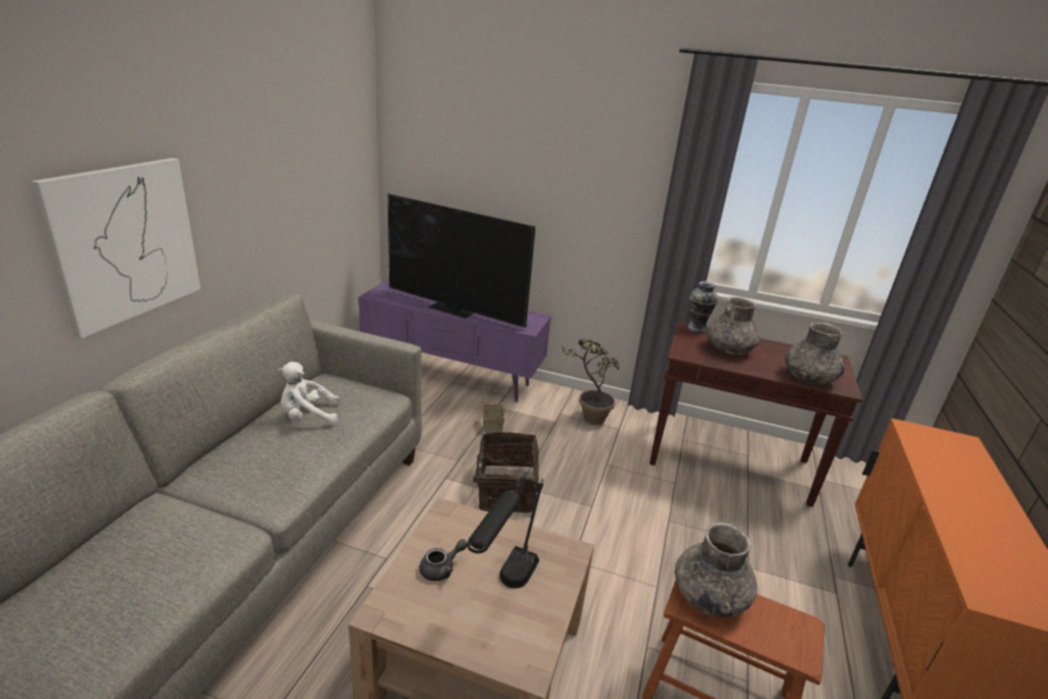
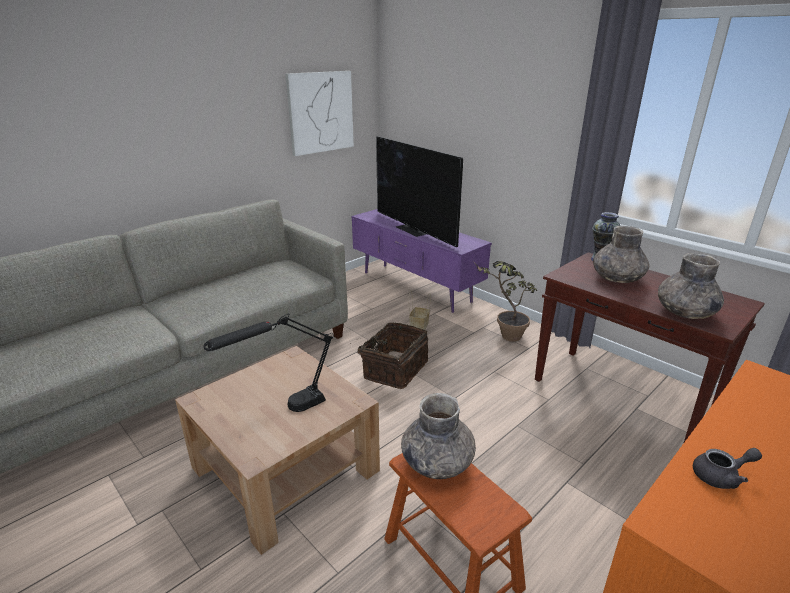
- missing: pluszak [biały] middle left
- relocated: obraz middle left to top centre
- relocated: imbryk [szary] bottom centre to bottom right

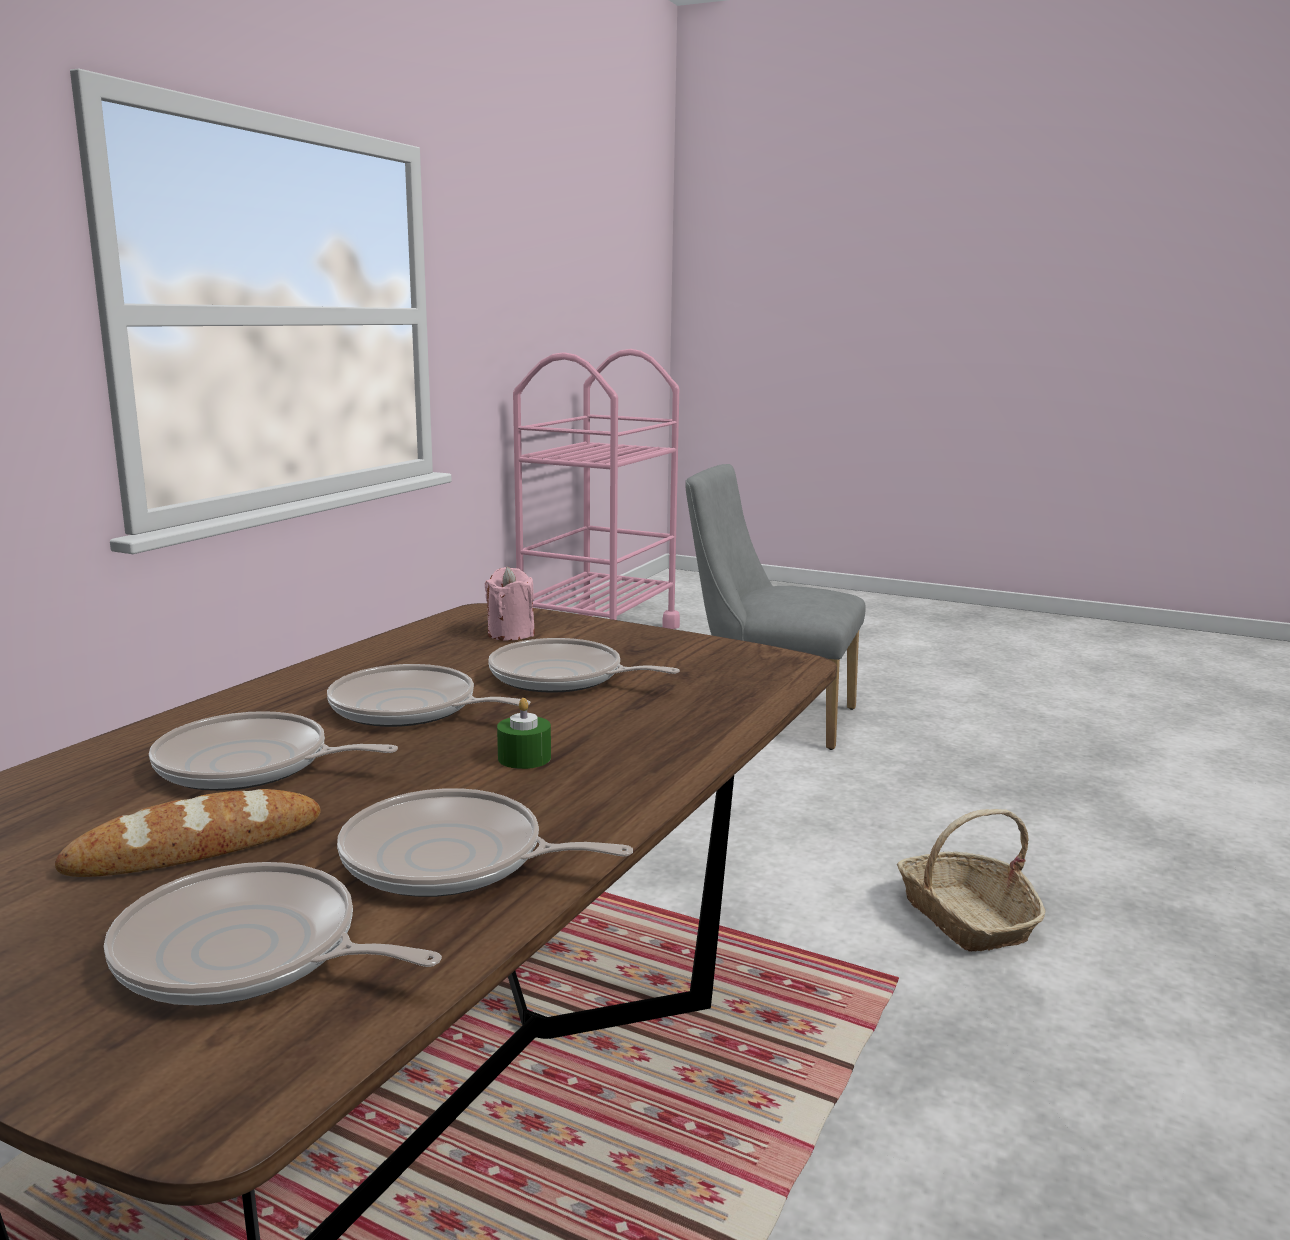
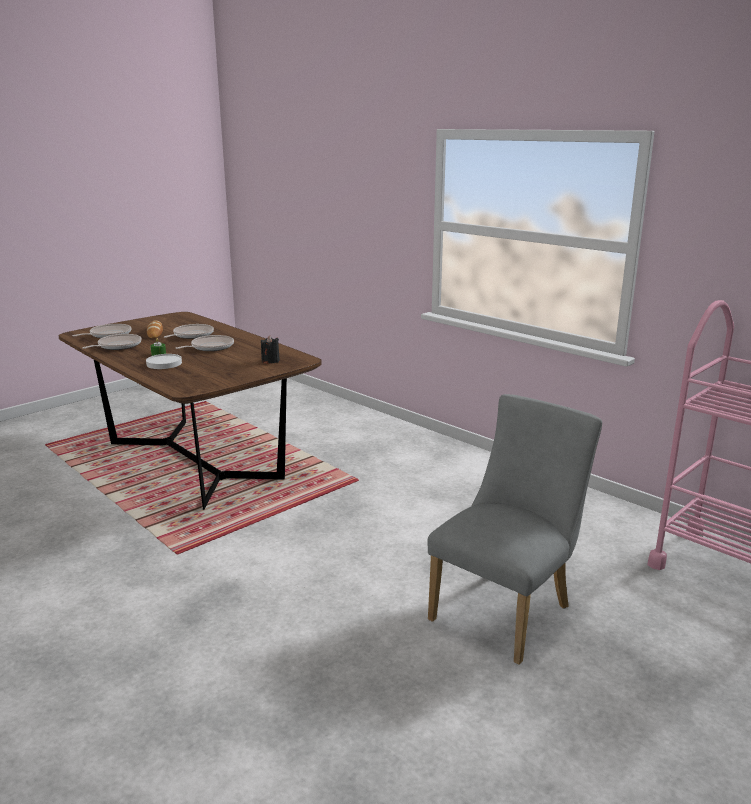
- missing: patelnia (no. 5 from left) centre
- missing: koszyk bottom right
- appeared: talerz [biały] middle left
- colour: świeca [różowy] centre to świeca [czarny] centre

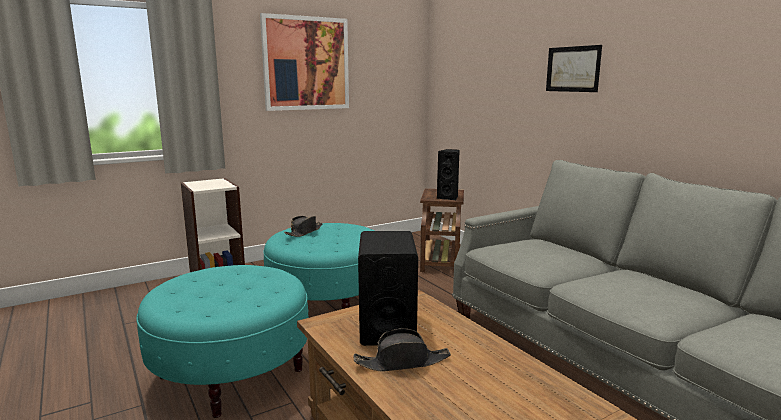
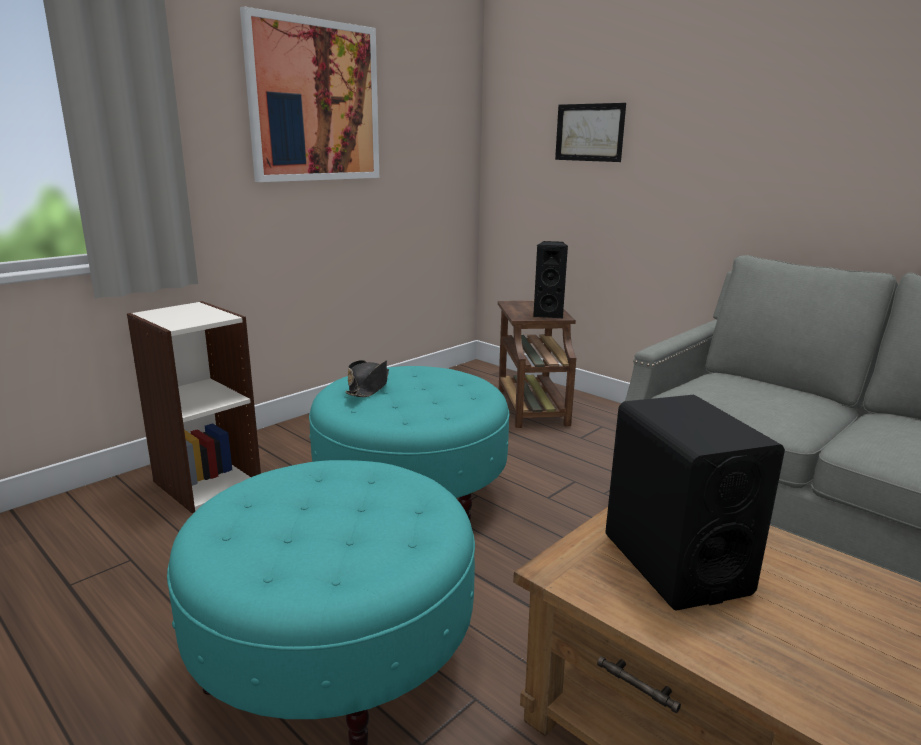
- missing: kapelusz [czarny] (no. 2 from left) bottom centre
- relocated: obraz (no. 2 from left) top right to top centre

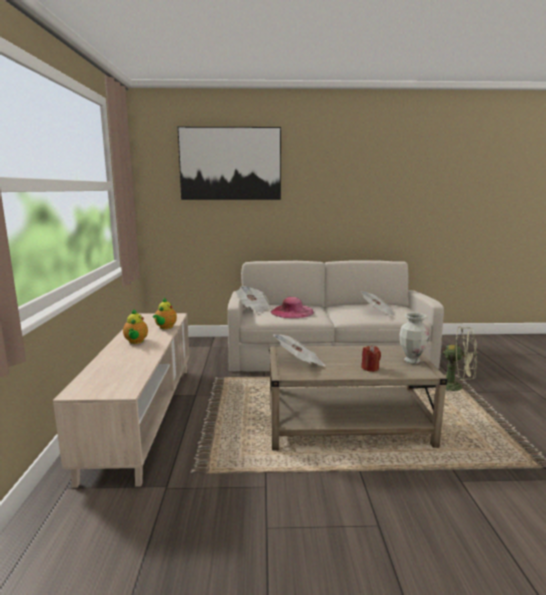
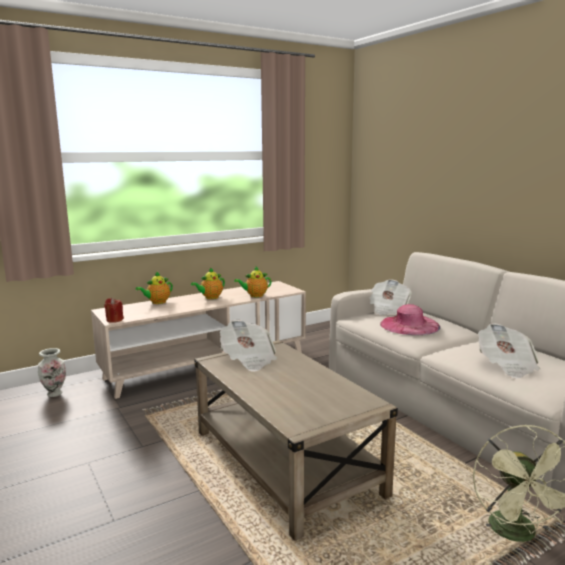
- missing: obraz top centre
- appeared: imbryk (no. 1 from left) middle left
- relocated: świeca [czerwony] middle right to middle left
- relocated: wazon middle right to middle left

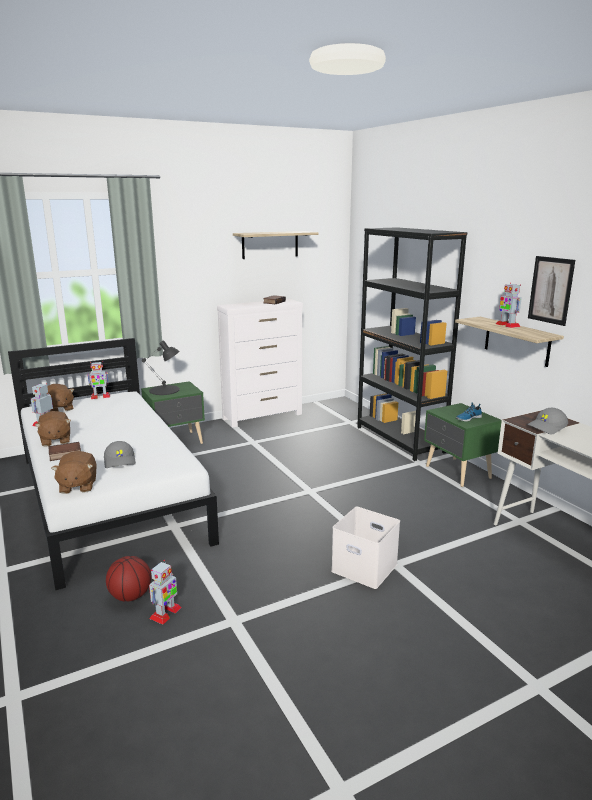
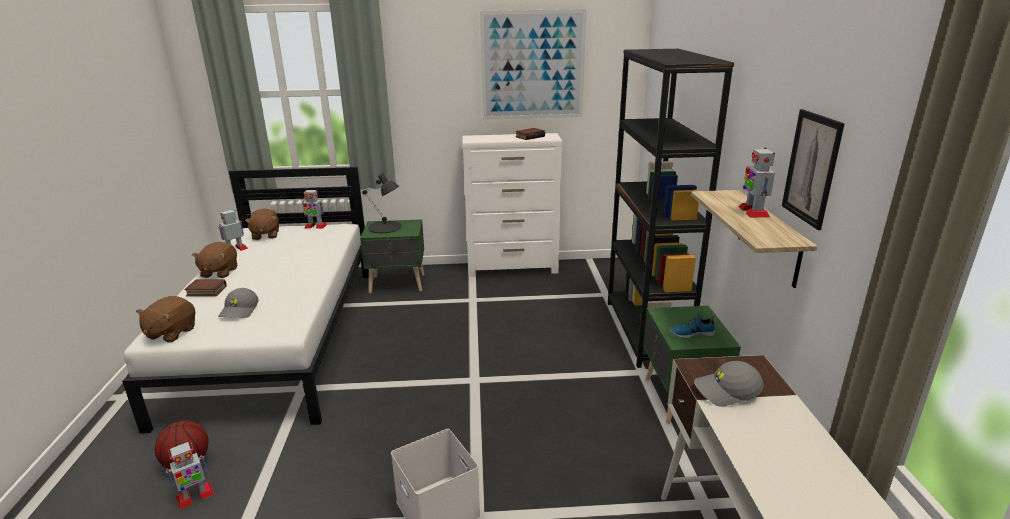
- exchanged: półka (no. 1 from left) top centre to obraz (no. 1 from left) top centre

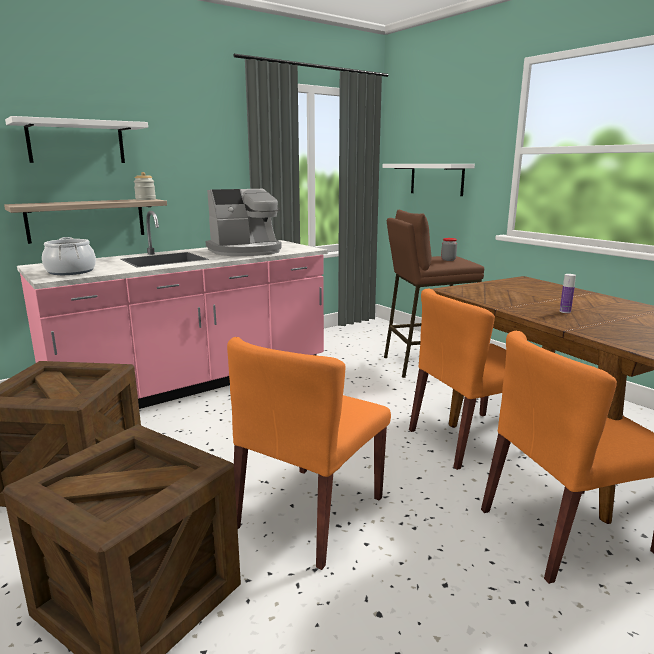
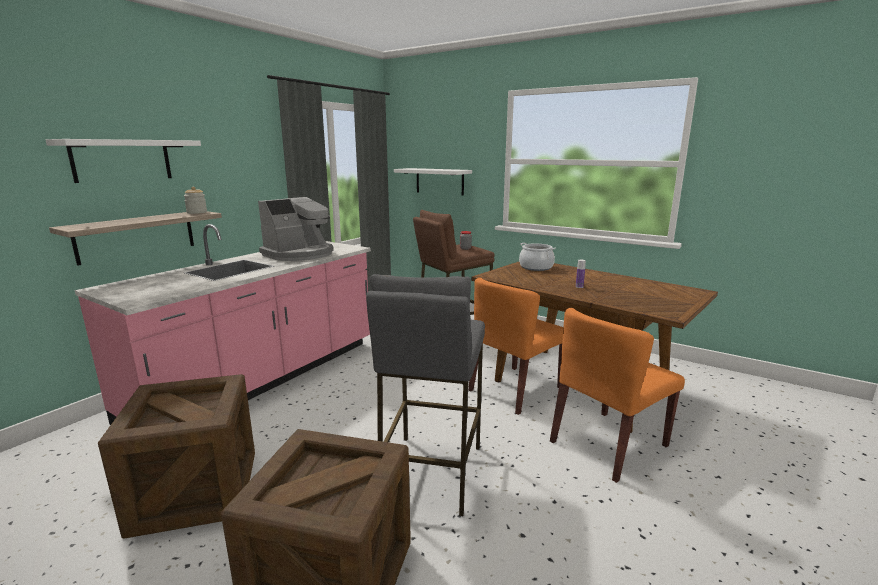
- relocated: garnek middle left to centre
- exchanged: krzesło [pomarańczowy] (no. 1 from left) bottom centre to stołek [szary] bottom centre

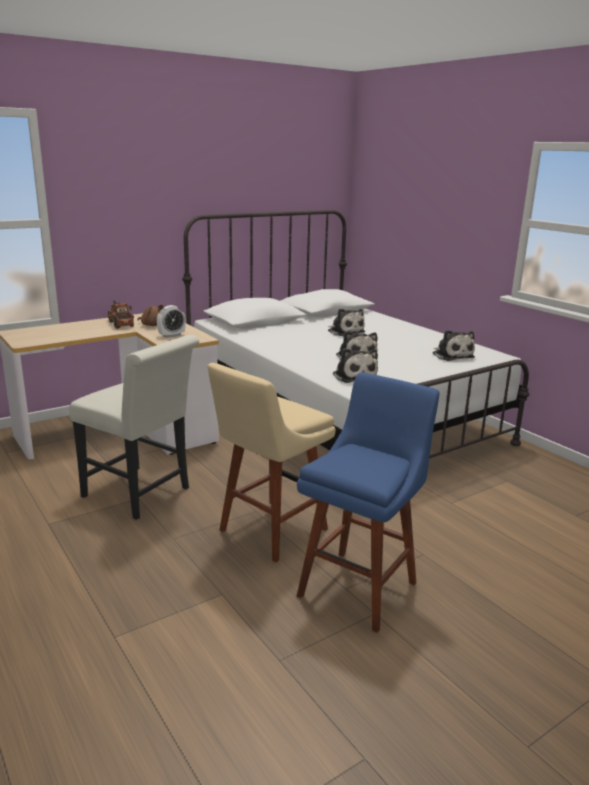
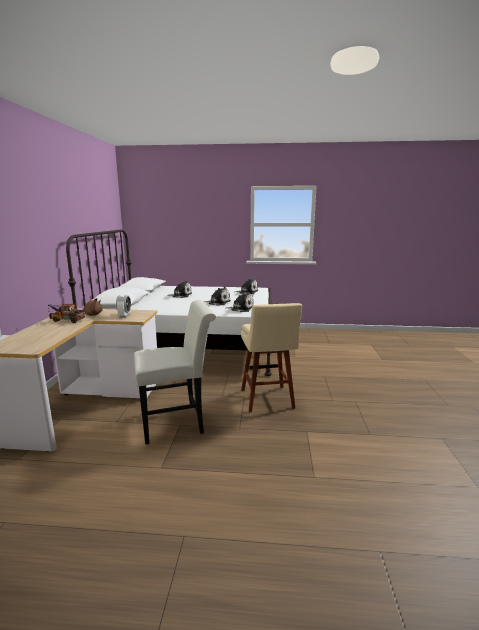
- missing: stołek [niebieski] centre

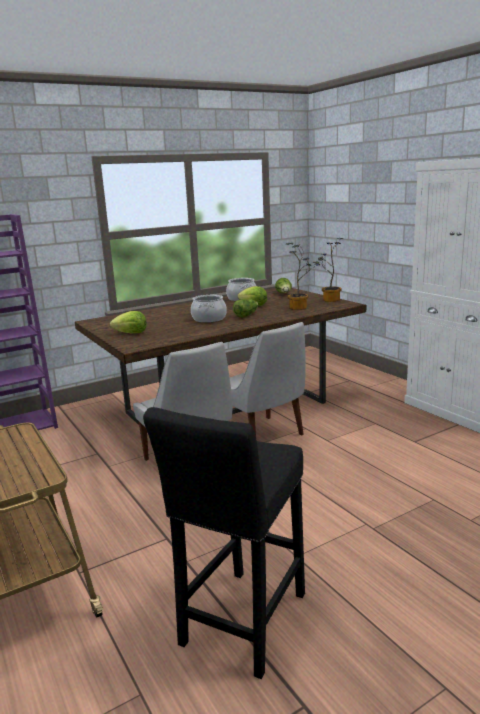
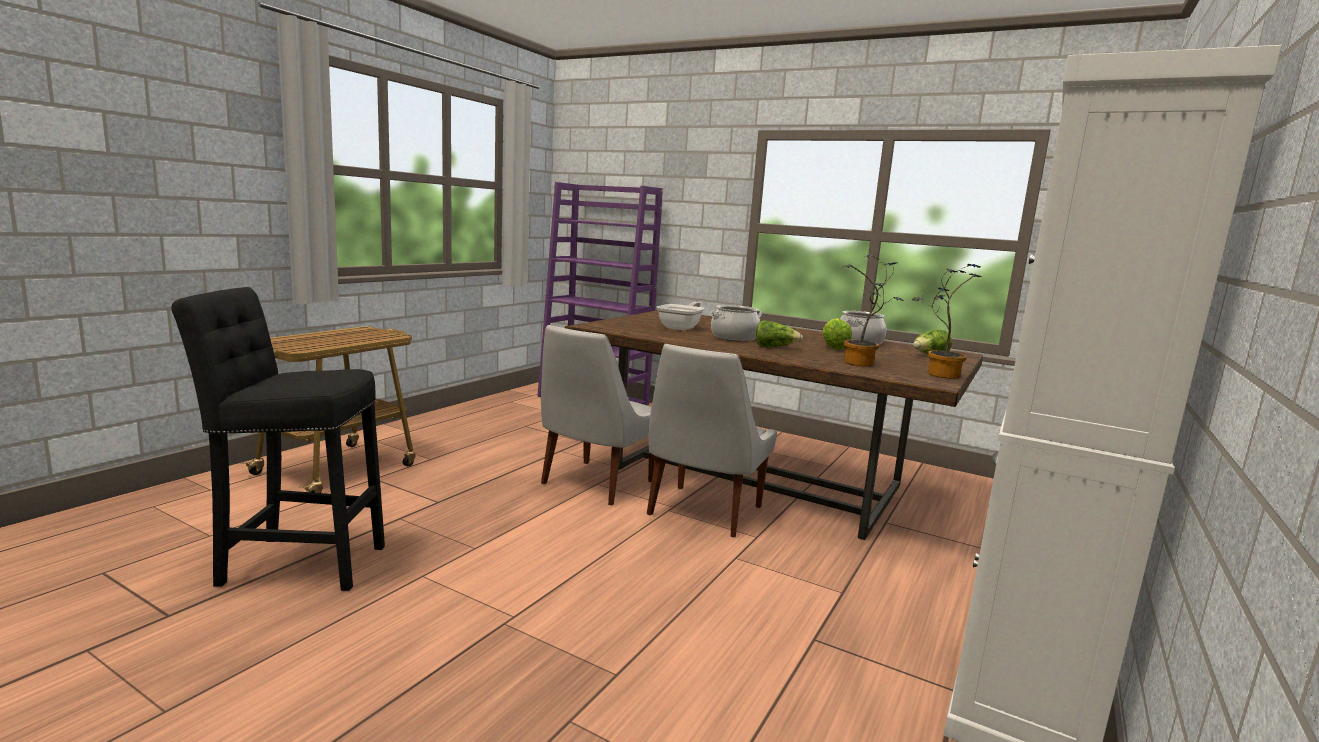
- missing: sałata (no. 1 from left) middle left
- appeared: patelnia centre

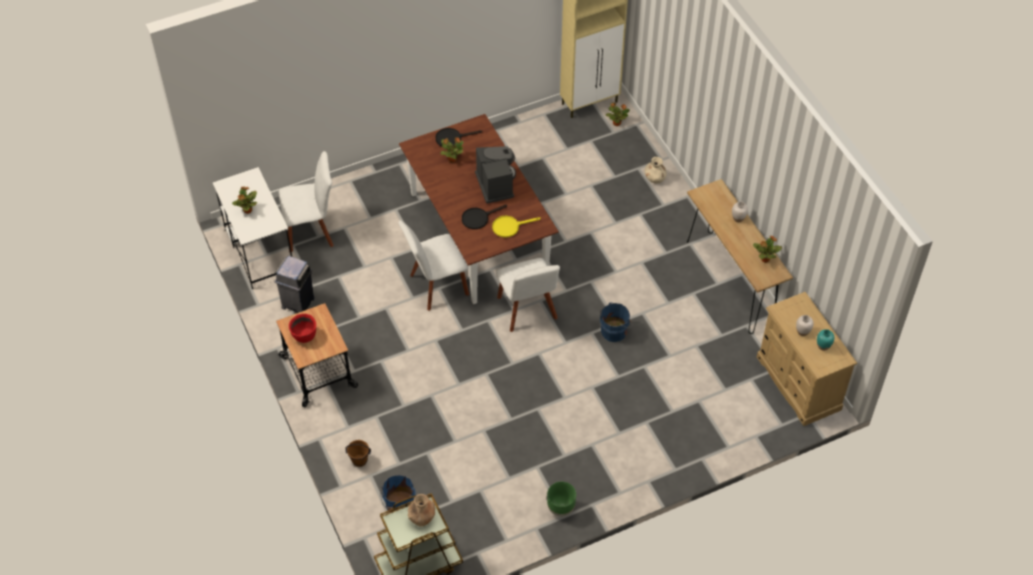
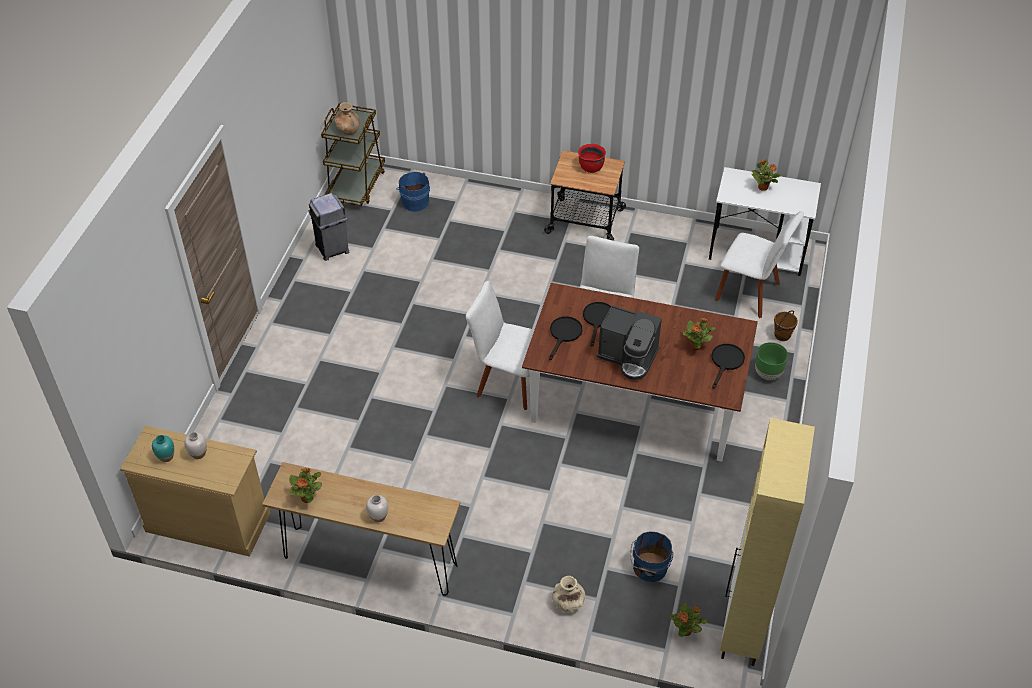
- relocated: kosz na śmieci [szary] middle left to top left
- relocated: wiadro [brązowy] bottom centre to middle right
- relocated: donica [zielony] bottom centre to middle right
- relocated: wiadro [niebieski] (no. 2 from left) centre to bottom centre
- colour: patelnia [żółty] centre to patelnia [czarny] (no. 1 from left) centre
- spun: krzesło [biały] (no. 1 from left in the first image) middle left = middle right 90 degrees counterclockwise

